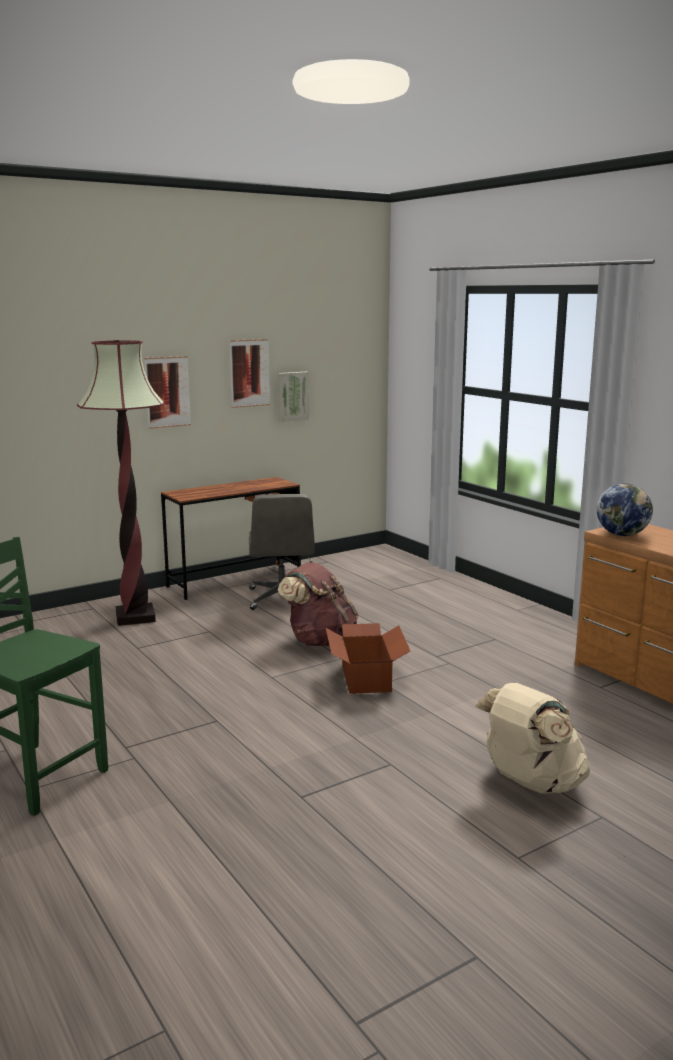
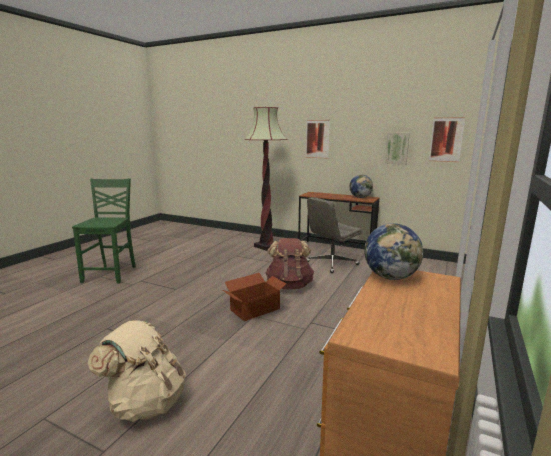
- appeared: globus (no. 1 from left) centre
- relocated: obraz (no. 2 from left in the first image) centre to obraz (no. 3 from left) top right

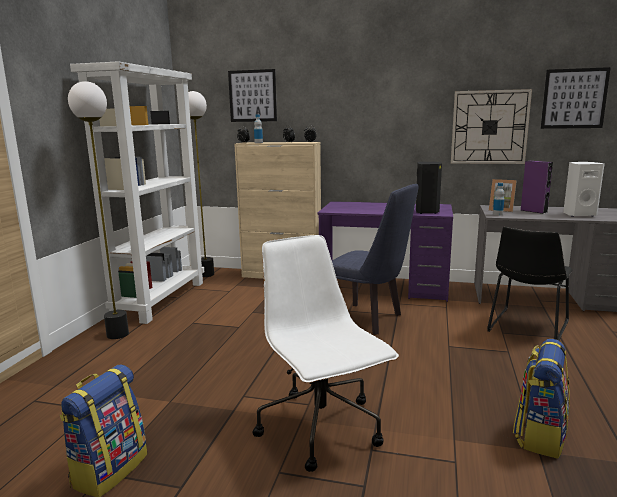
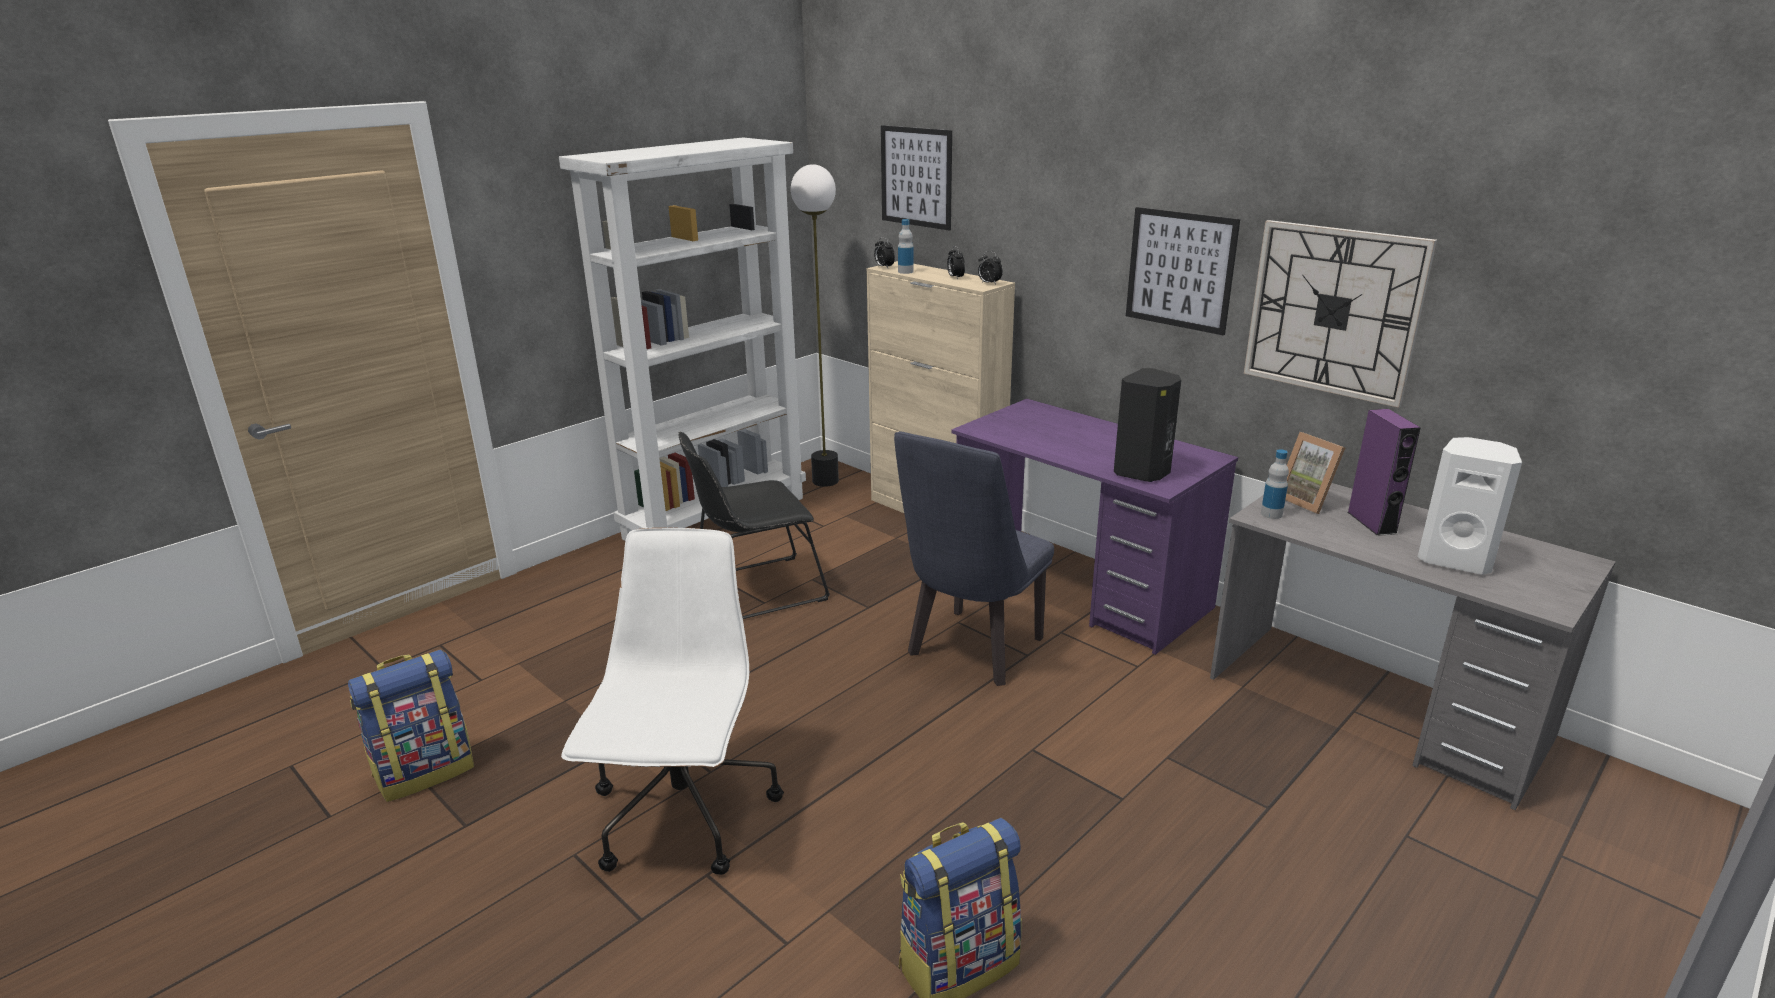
- missing: lampa stojąca (no. 1 from left) middle left
- relocated: krzesło [czarny] middle right to centre
- relocated: obraz (no. 2 from left) top right to top centre
- spun: krzesło [niebieski] centre = centre 60 degrees clockwise

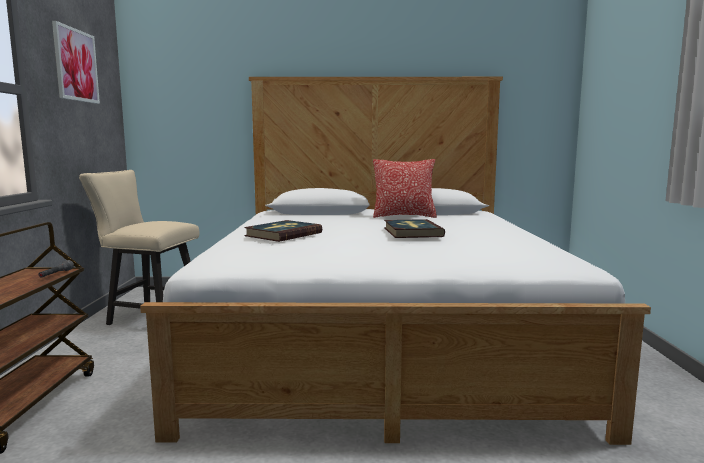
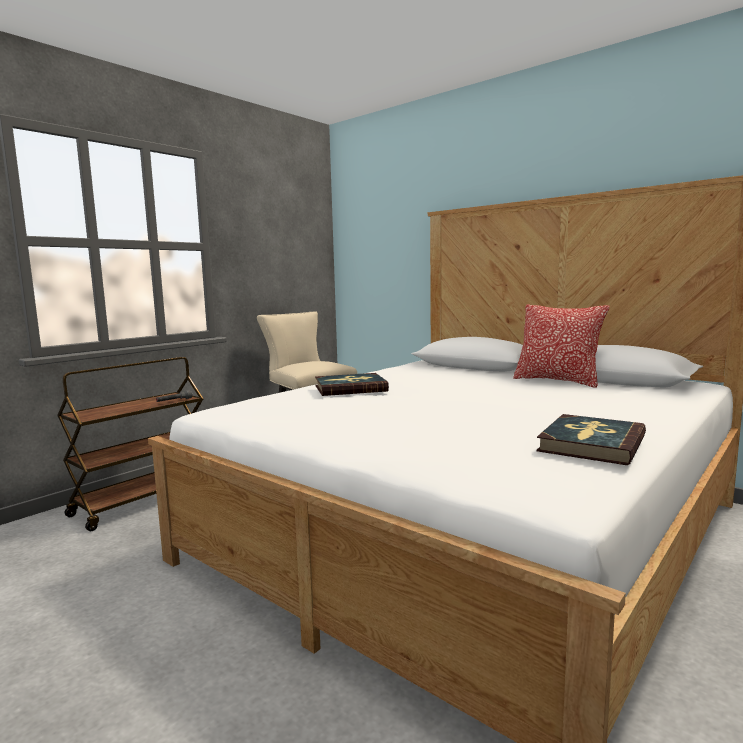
- missing: obraz top left
- relocated: książka (no. 2 from left) centre to middle right

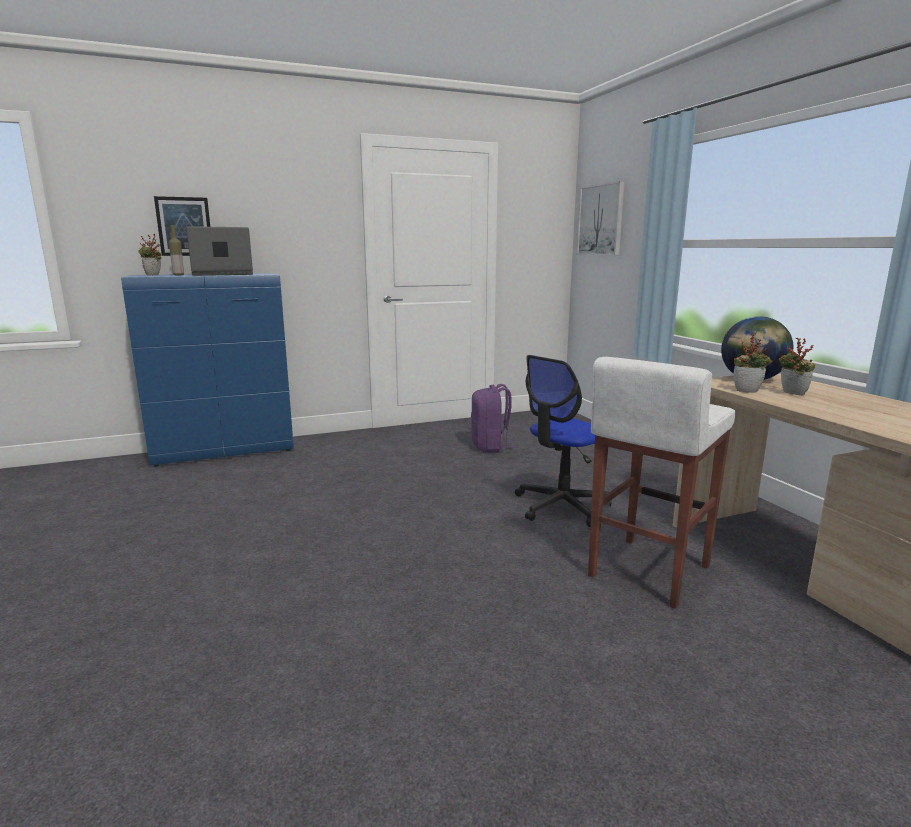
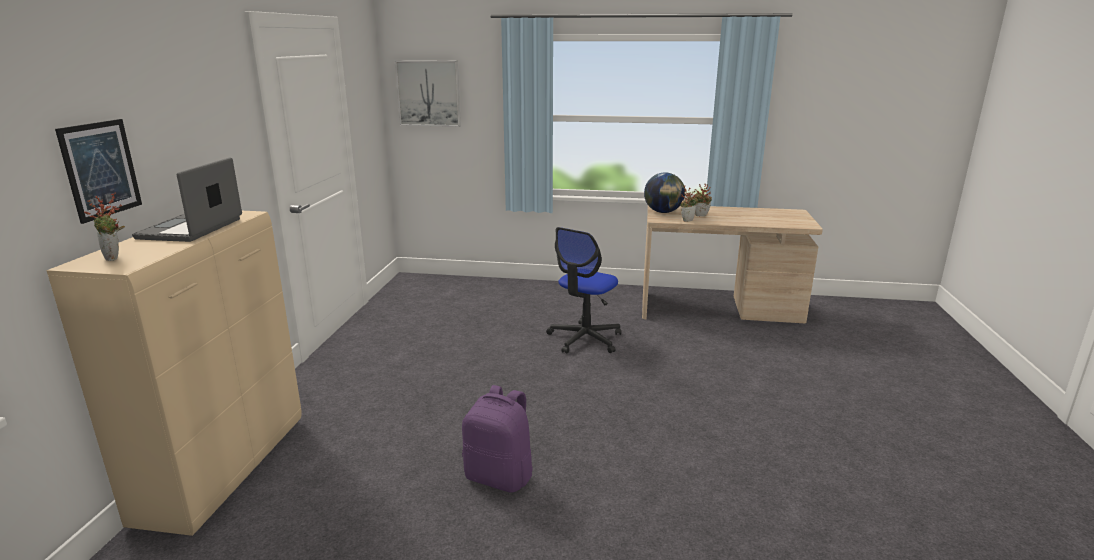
- missing: butelka top left
- missing: stołek [biały] middle right
- relocated: plecak [fioletowy] centre to bottom centre
- colour: szafka [niebieski] middle left to szafka [beżowy] middle left
- spun: krzesło biurowe centre = centre 45 degrees clockwise

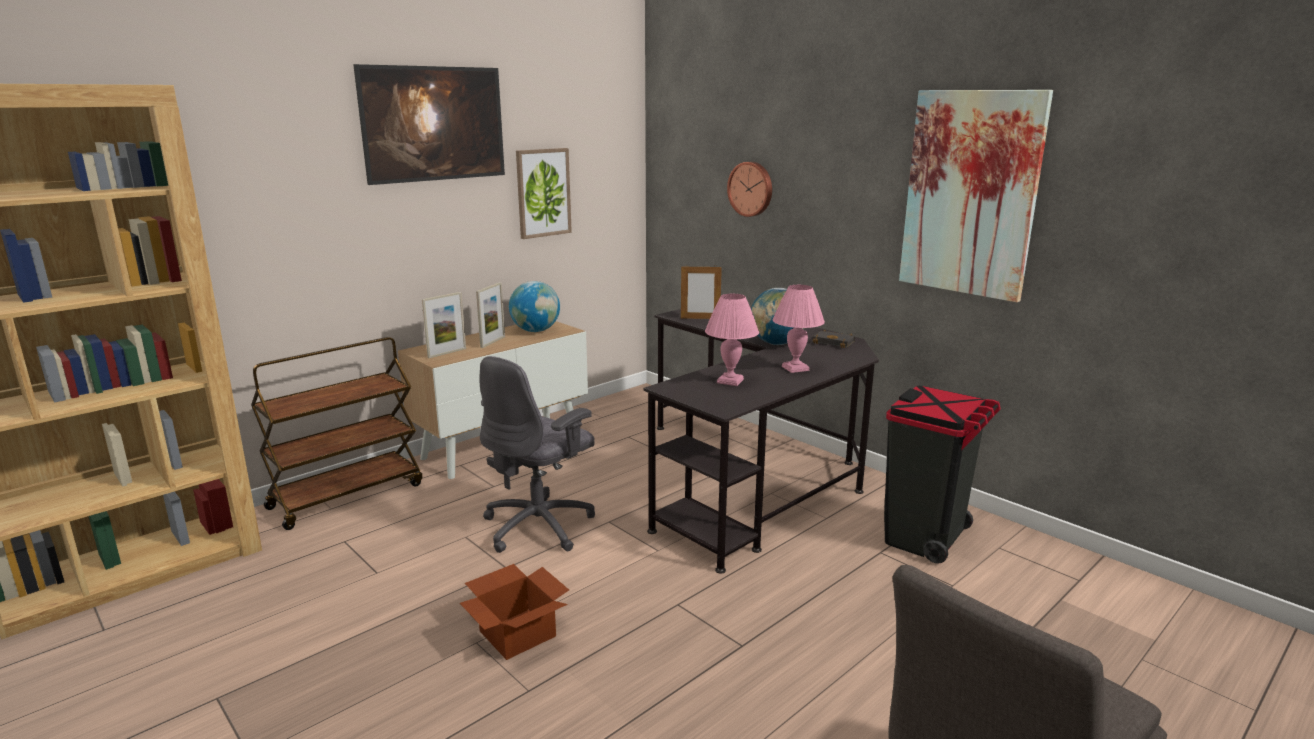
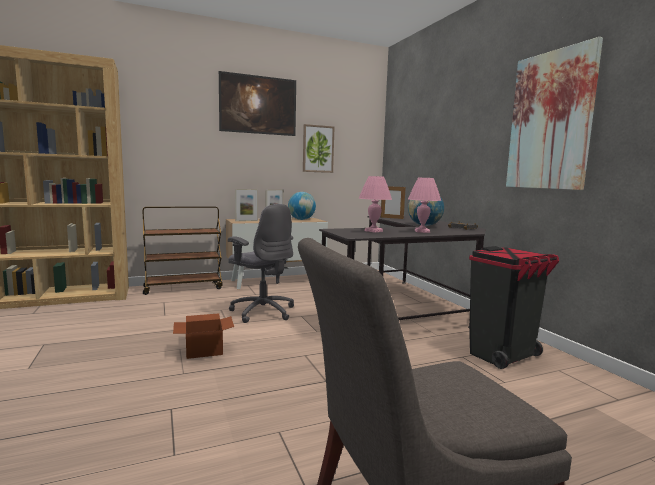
- missing: zegar ścienny top centre
- spun: krzesło biurowe [szary] centre = centre 105 degrees counterclockwise

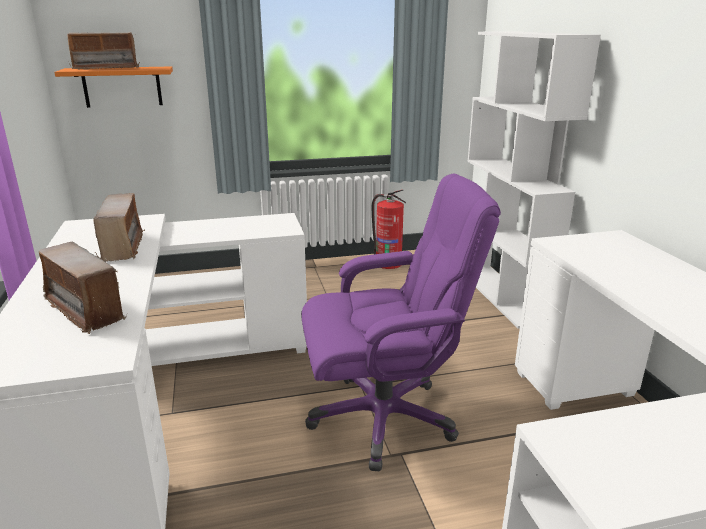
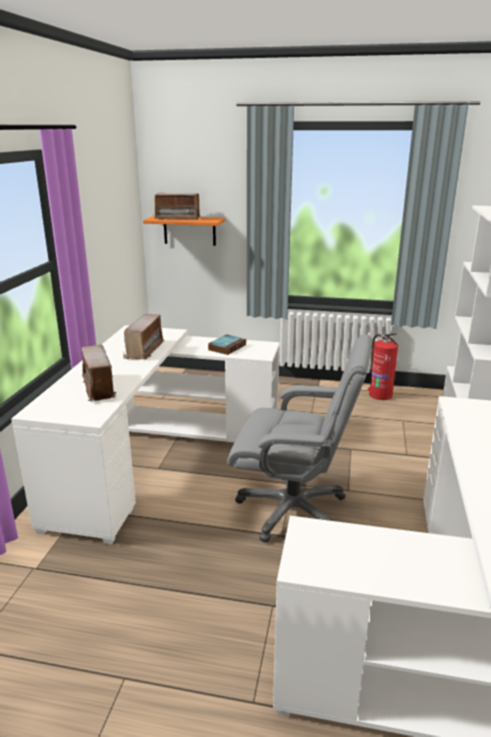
- appeared: książka centre
- colour: krzesło biurowe [fioletowy] centre to krzesło biurowe [szary] centre

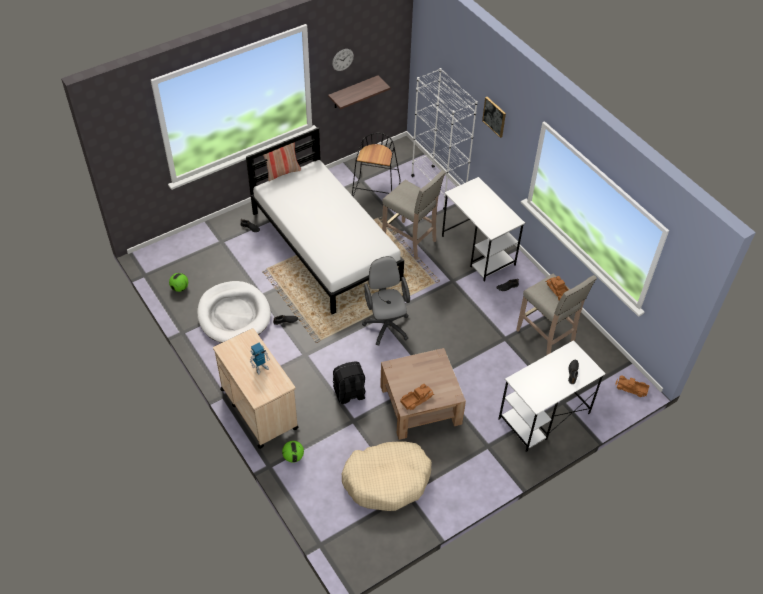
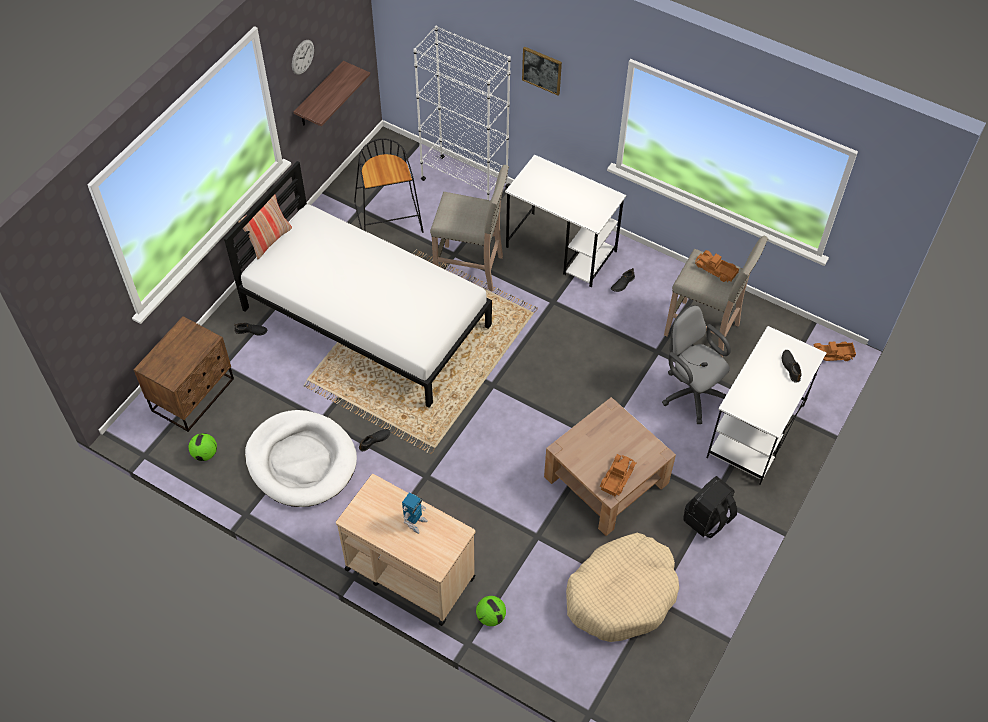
- appeared: szafka nocna [brązowy] middle left
- relocated: plecak [czarny] centre to bottom right
- relocated: krzesło biurowe [szary] centre to middle right

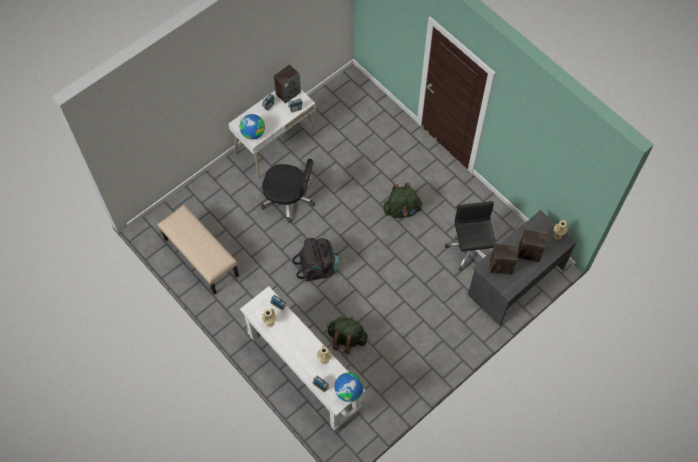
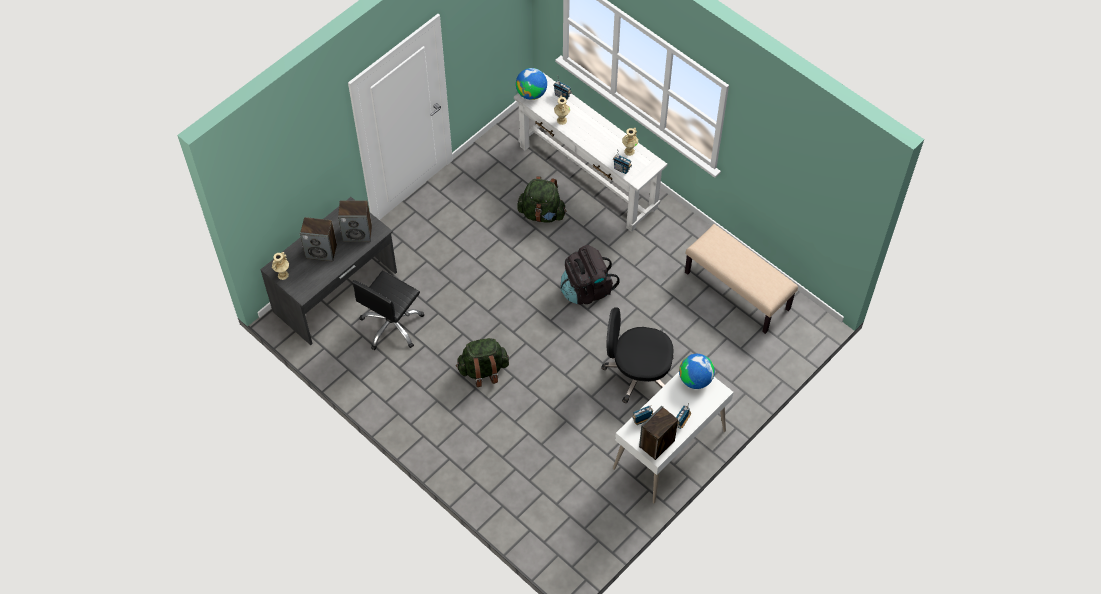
- spun: krzesło biurowe [czarny] (no. 2 from left in the first image) middle right = centre 45 degrees clockwise

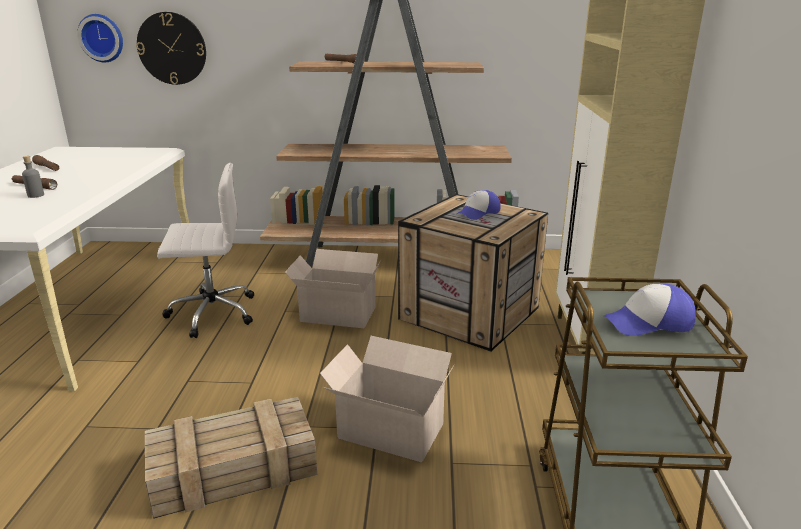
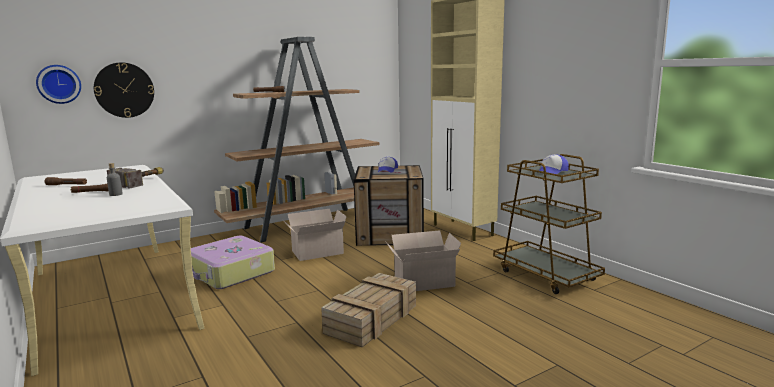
- appeared: młotek middle left
- exchanged: krzesło biurowe [biały] middle left to walizka bottom left

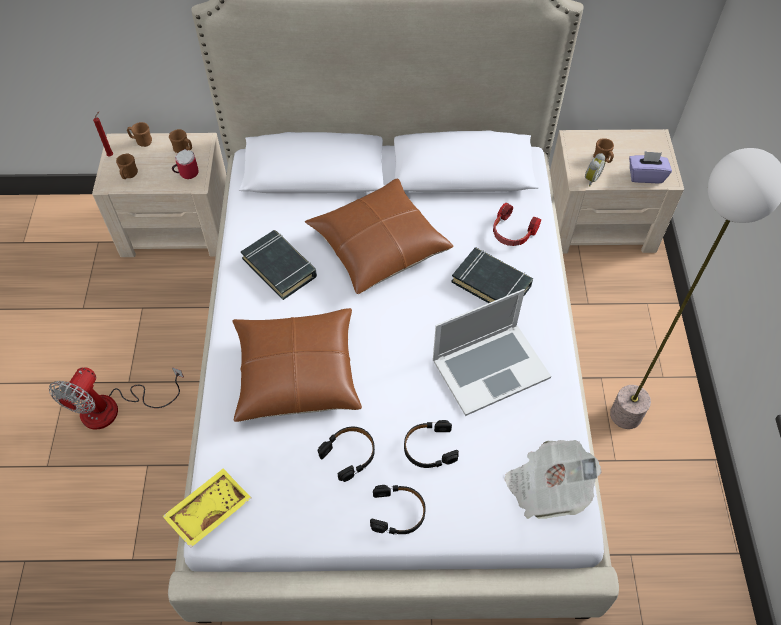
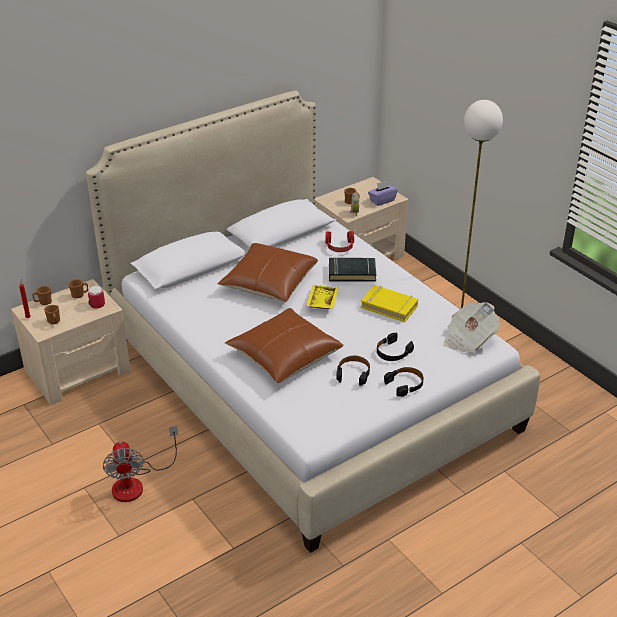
- missing: książka [czarny] (no. 1 from left) centre
- relocated: taca [żółty] bottom left to centre
- exchanged: laptop centre to książka [żółty] centre

